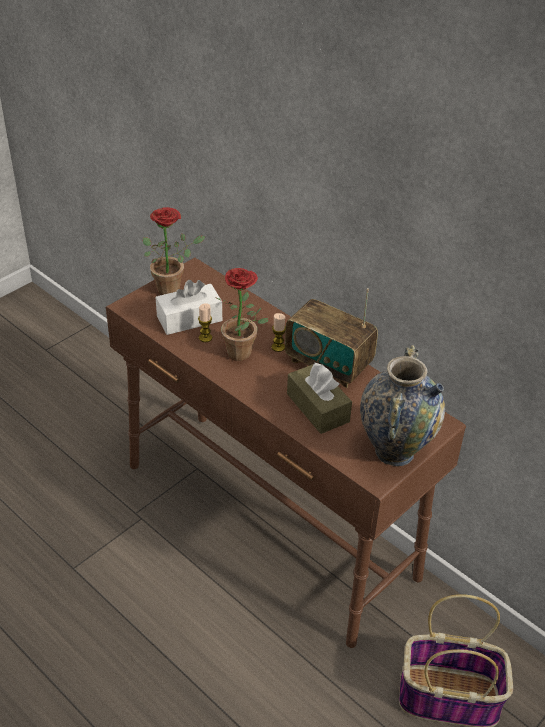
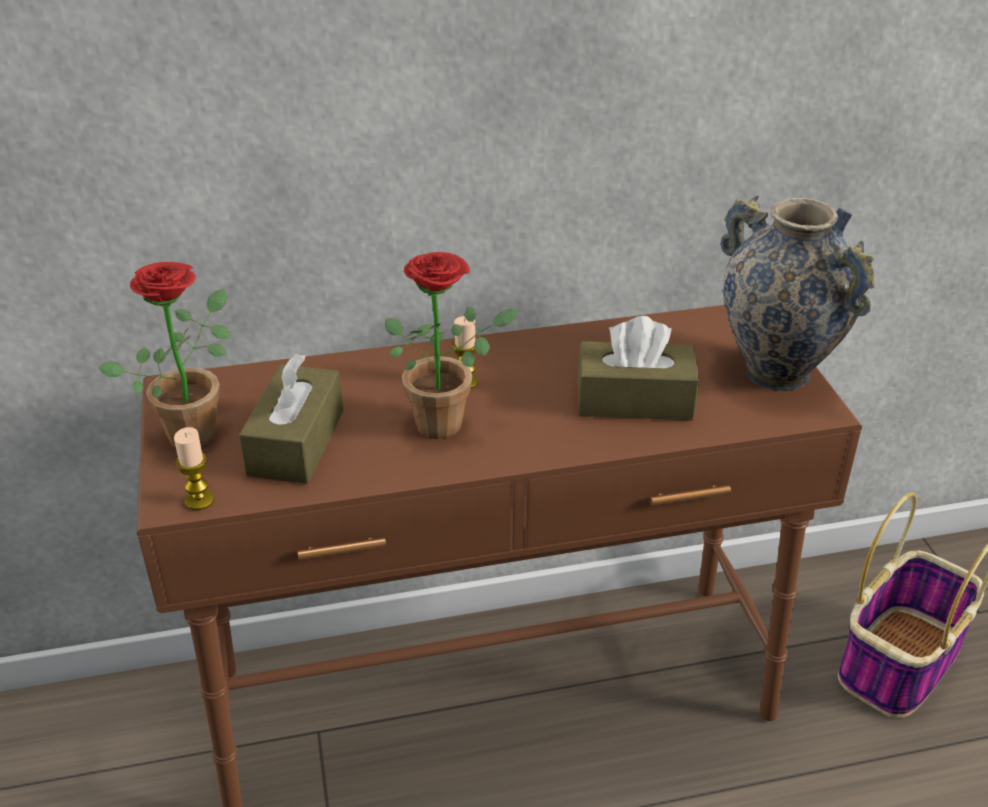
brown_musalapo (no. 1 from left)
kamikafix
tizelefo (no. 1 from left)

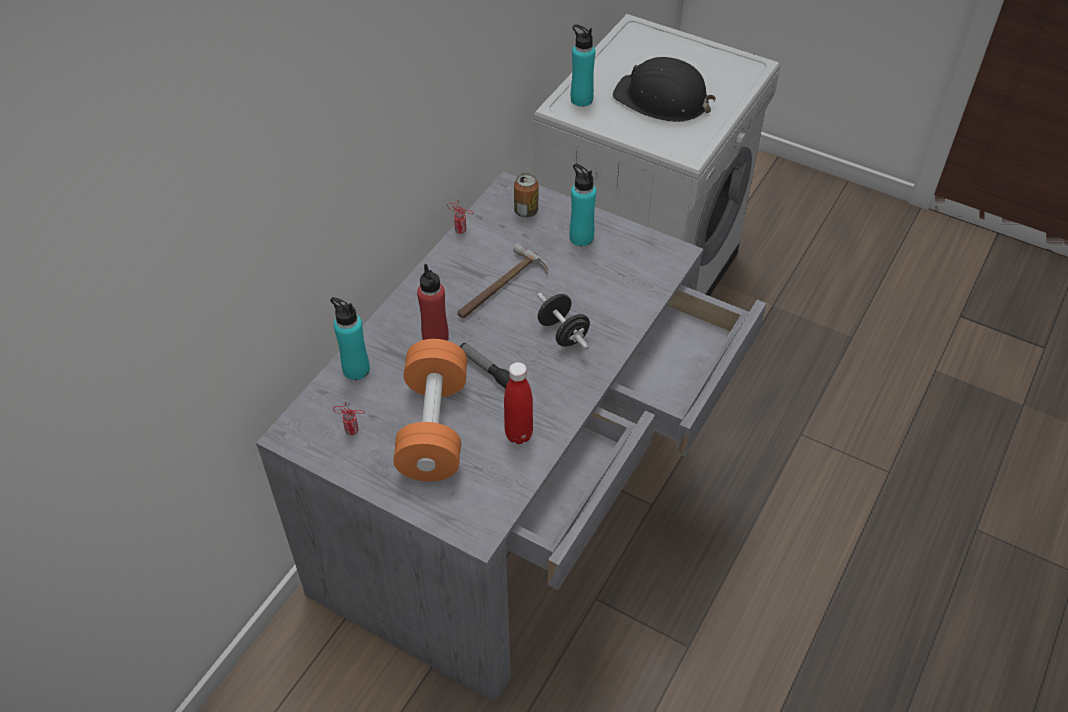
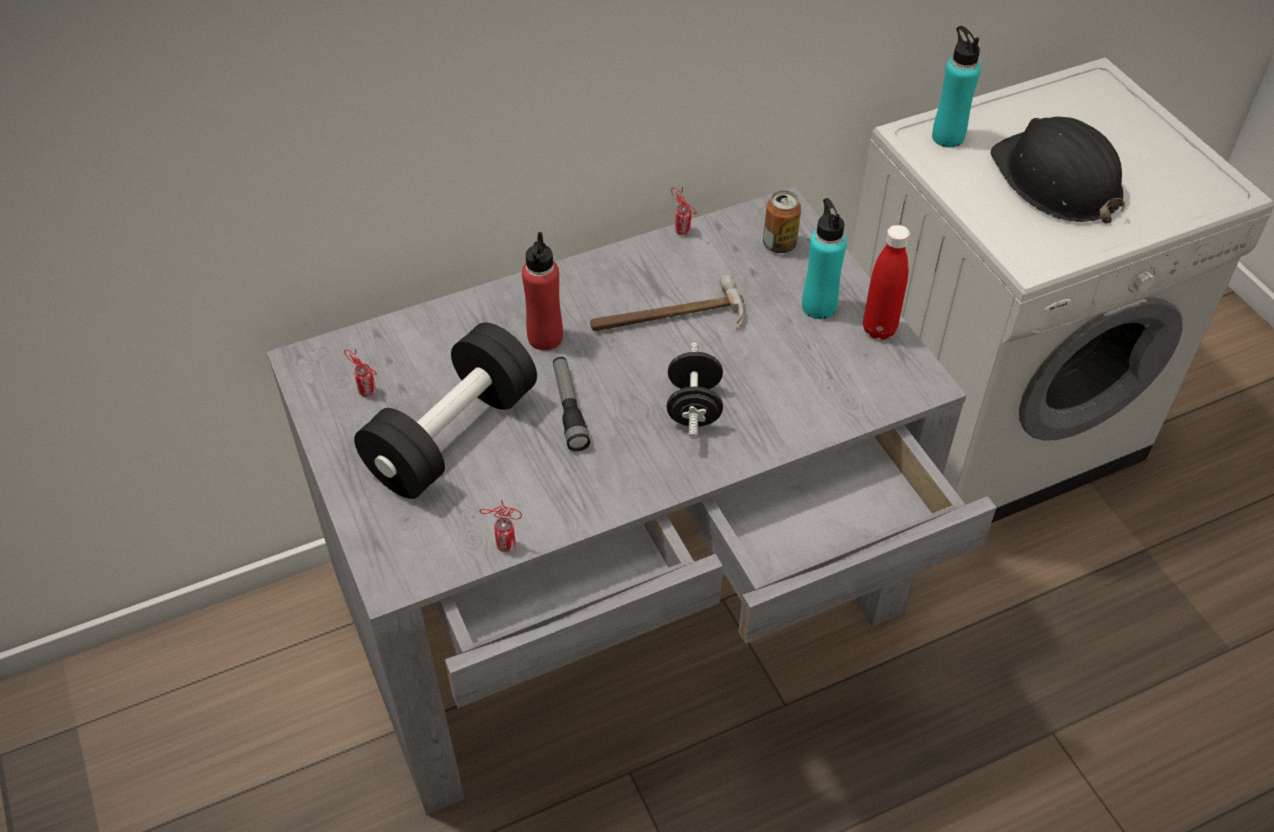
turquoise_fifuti (no. 1 from left in the first image)
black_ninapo (no. 1 from left)
red_fifuti (no. 2 from left)
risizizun (no. 2 from left)

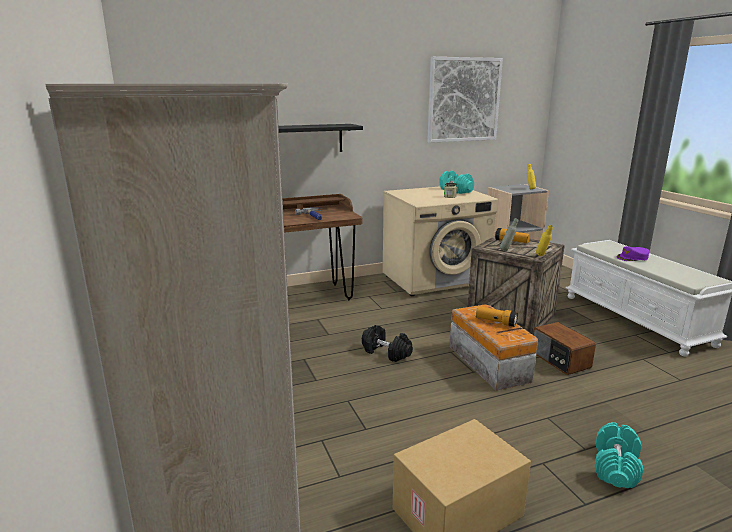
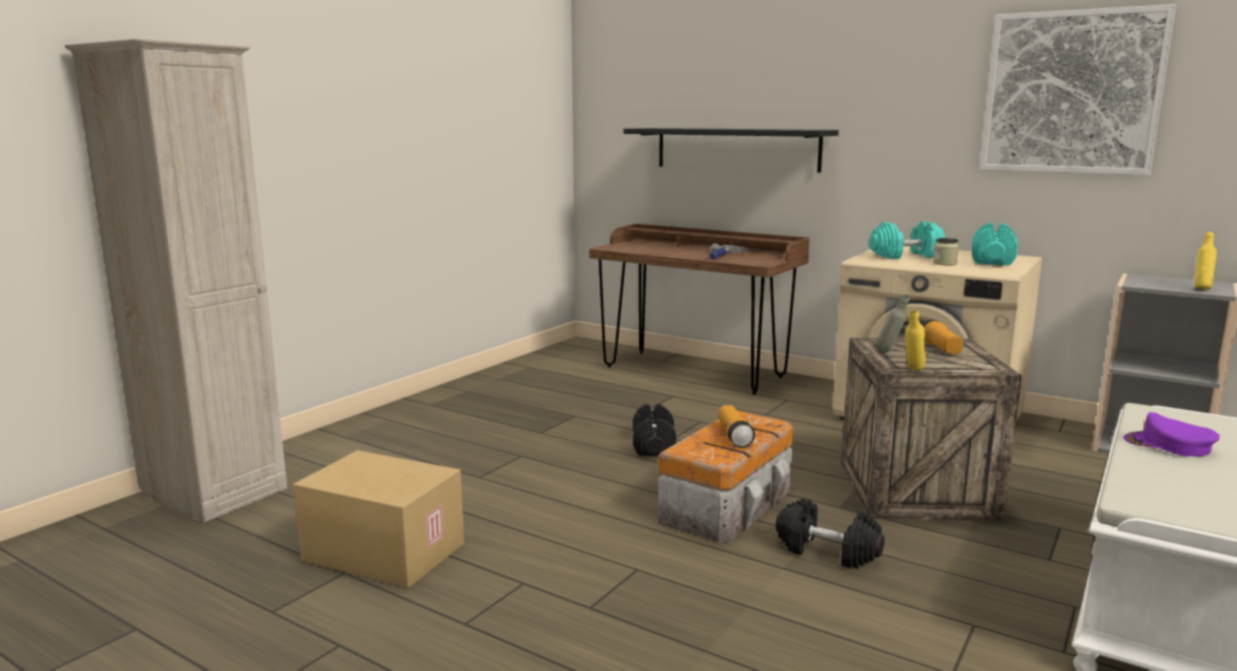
black_ninapo (no. 2 from left)
turquoise_ninapo (no. 1 from left)

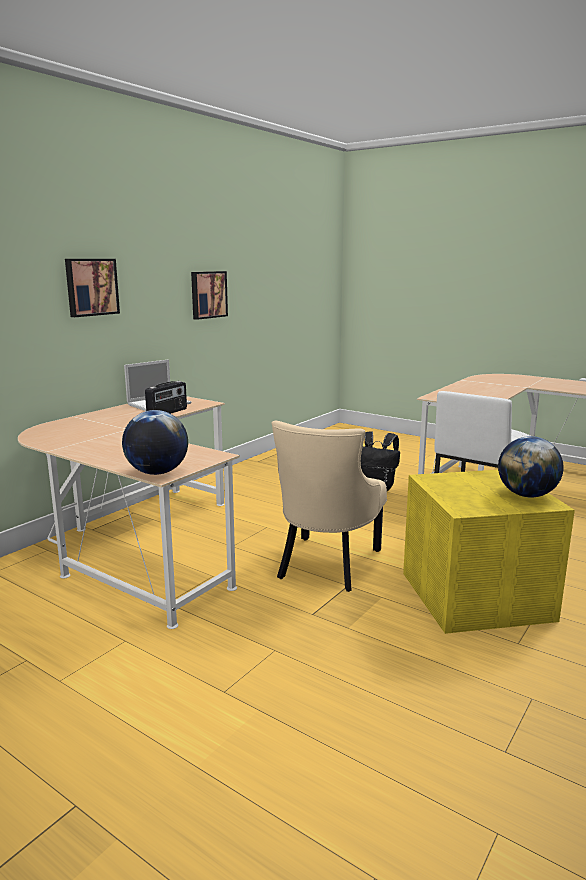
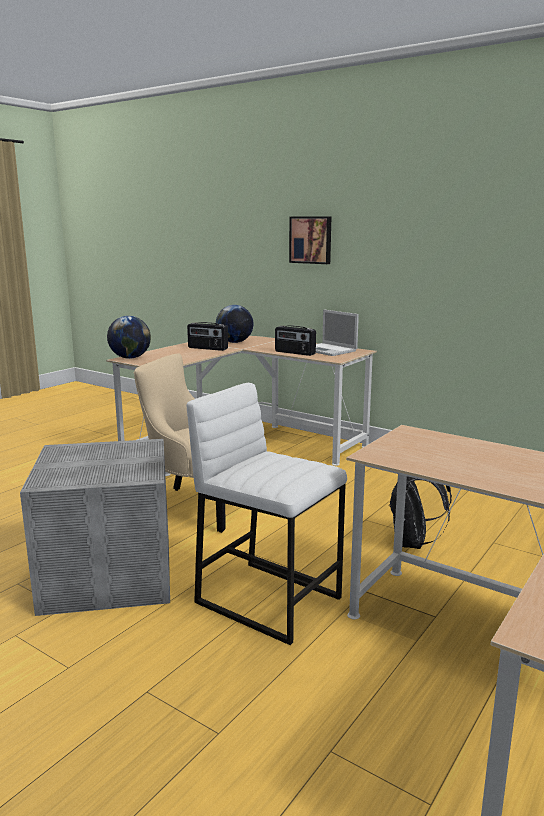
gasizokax (no. 2 from left in the first image)
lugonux (no. 2 from left)
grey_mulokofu
kamikafix (no. 1 from left)

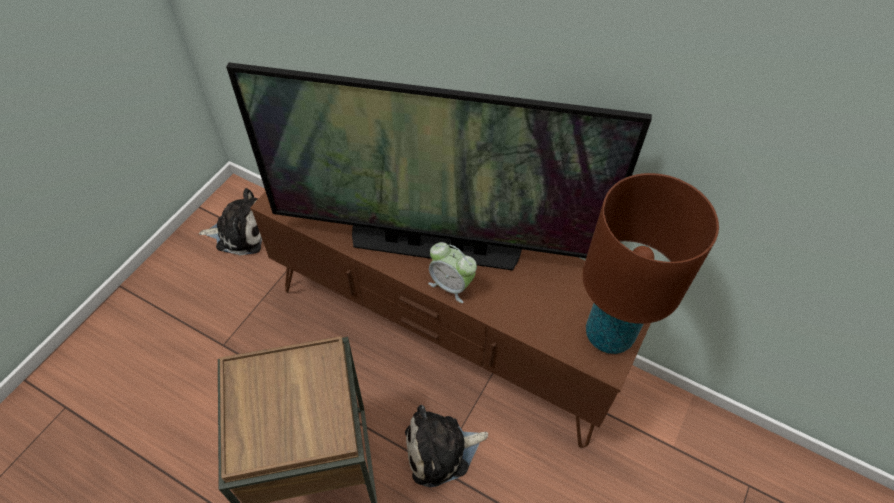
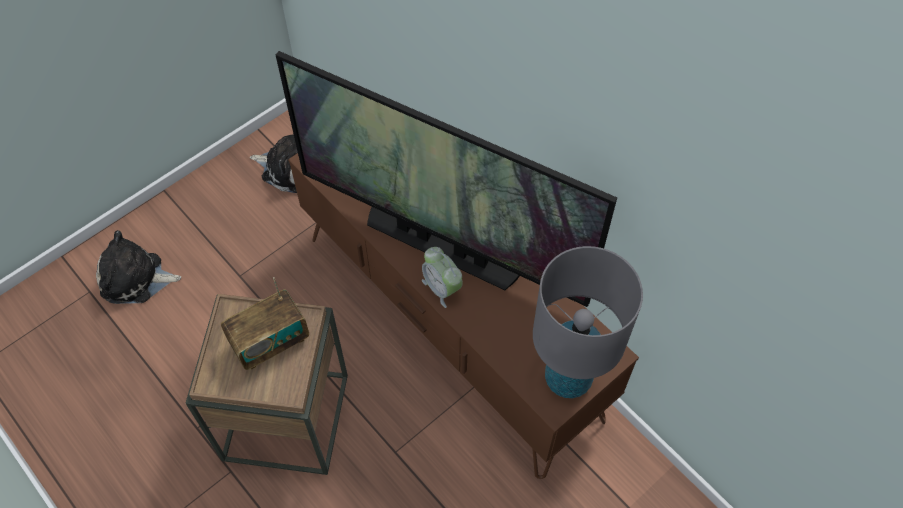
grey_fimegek
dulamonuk (no. 1 from left)
kamikafix

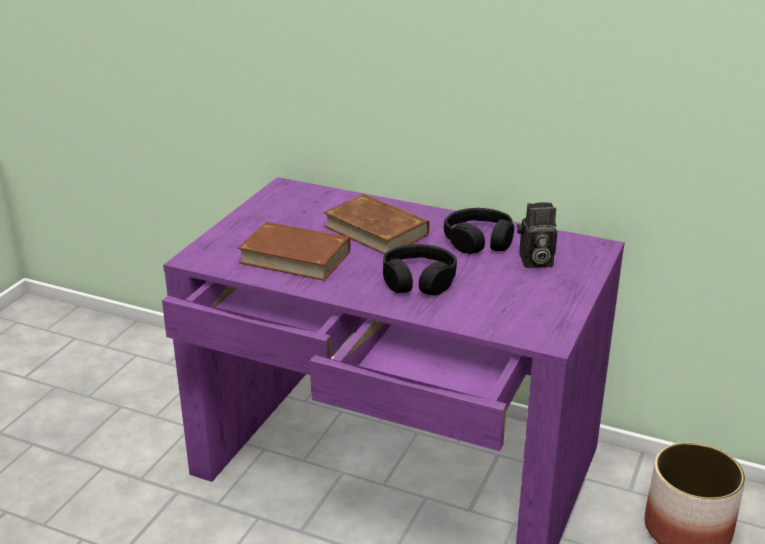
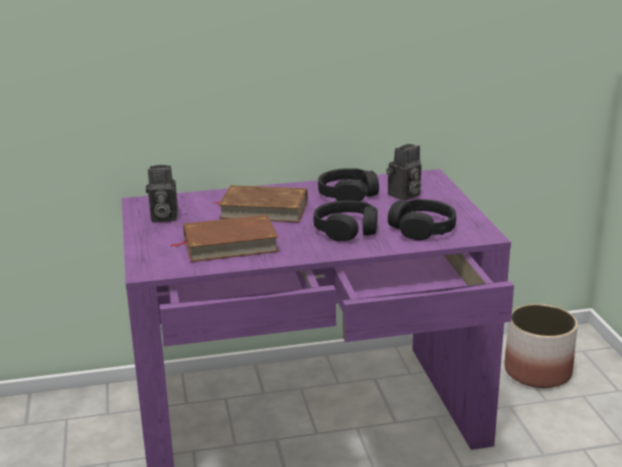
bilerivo (no. 1 from left)
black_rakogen (no. 3 from left)

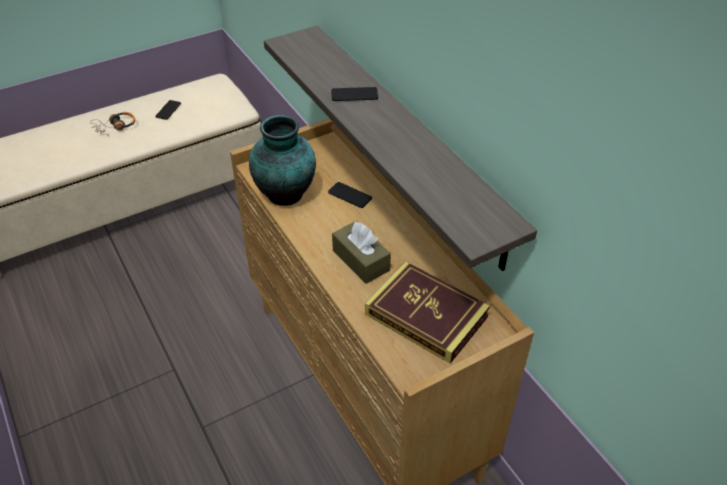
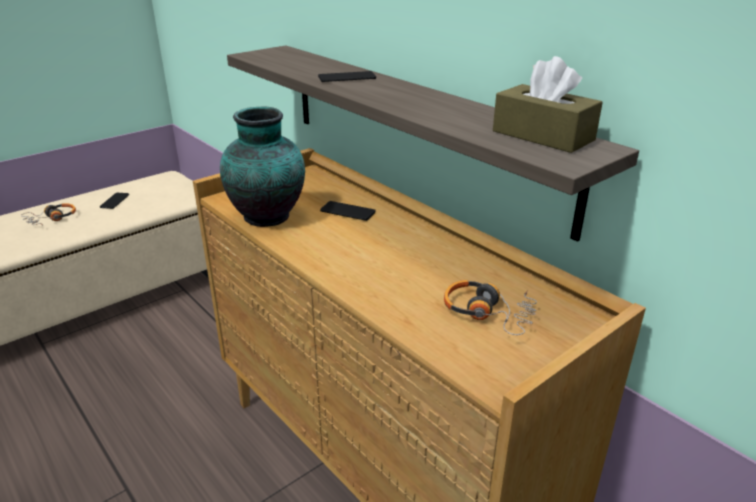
brown_musalapo
rakogen (no. 2 from left)

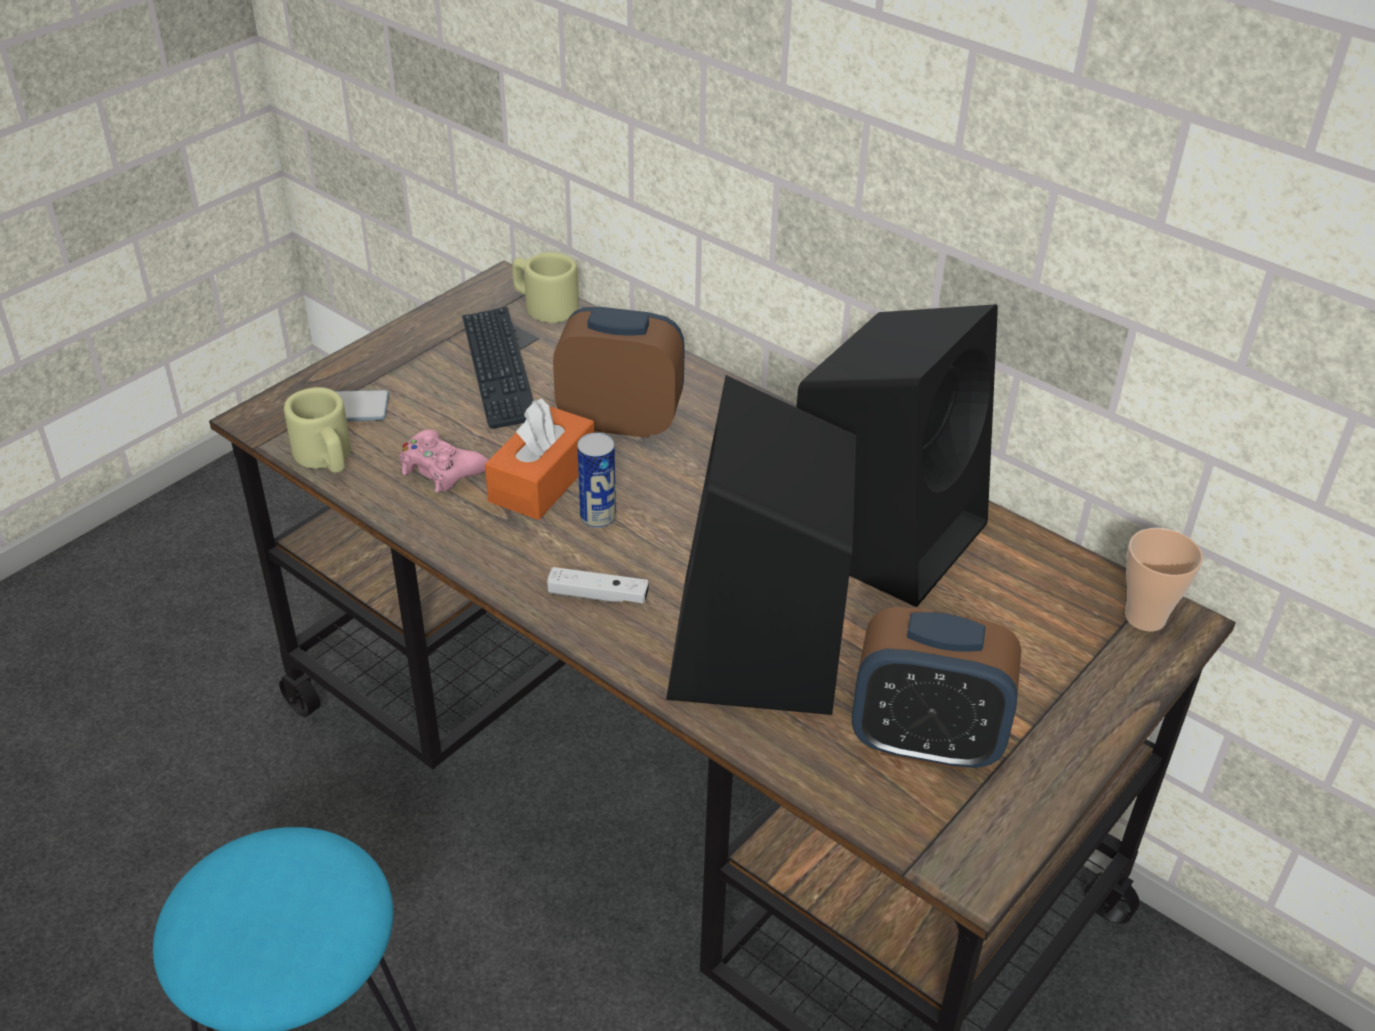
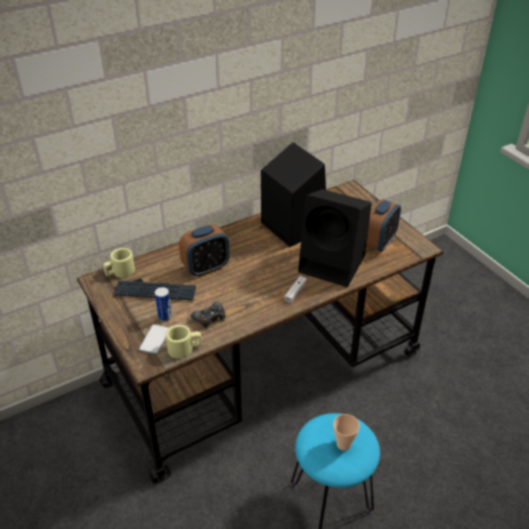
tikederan (no. 1 from left)
orange_musalapo
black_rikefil
risizizun
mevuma

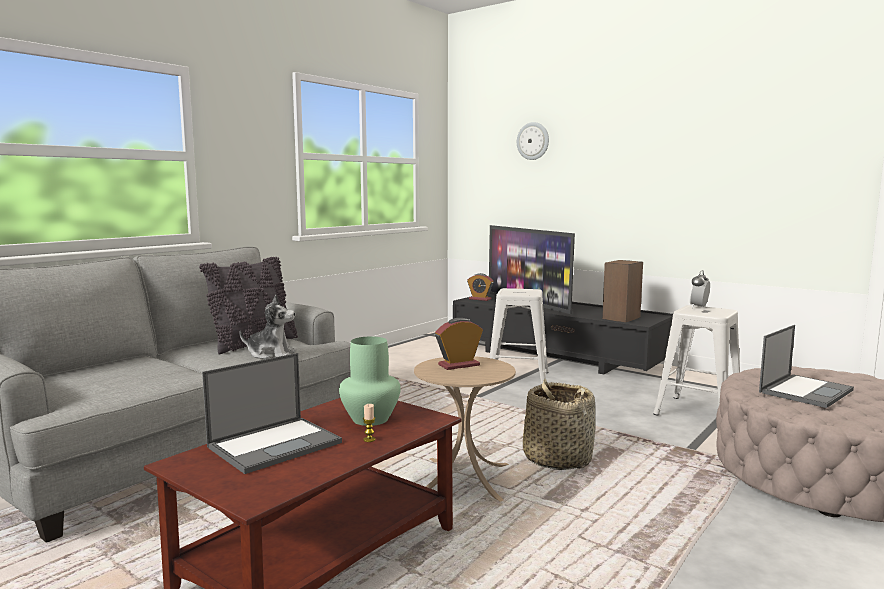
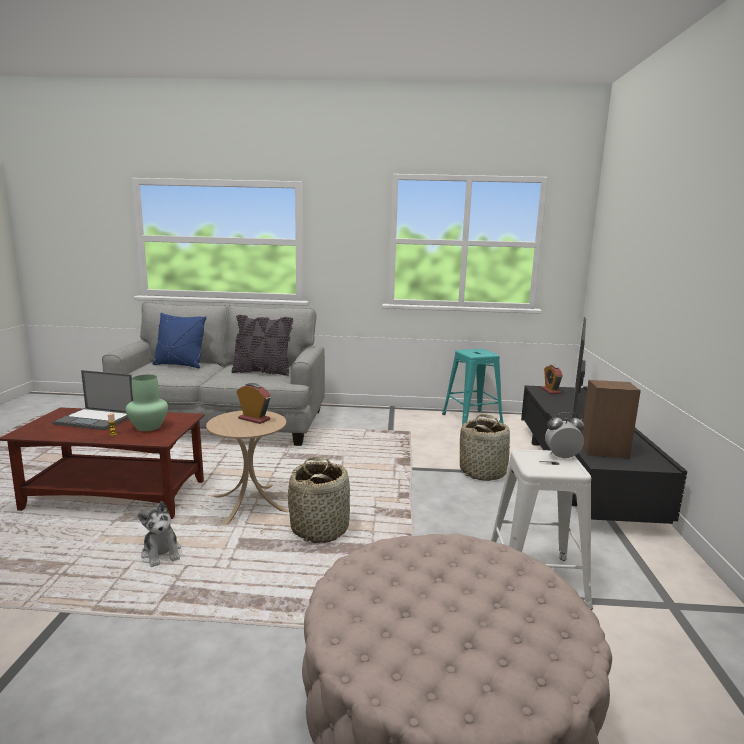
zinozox
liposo (no. 2 from left)
dulamonuk
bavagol (no. 2 from left in the first image)
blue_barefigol
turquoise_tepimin

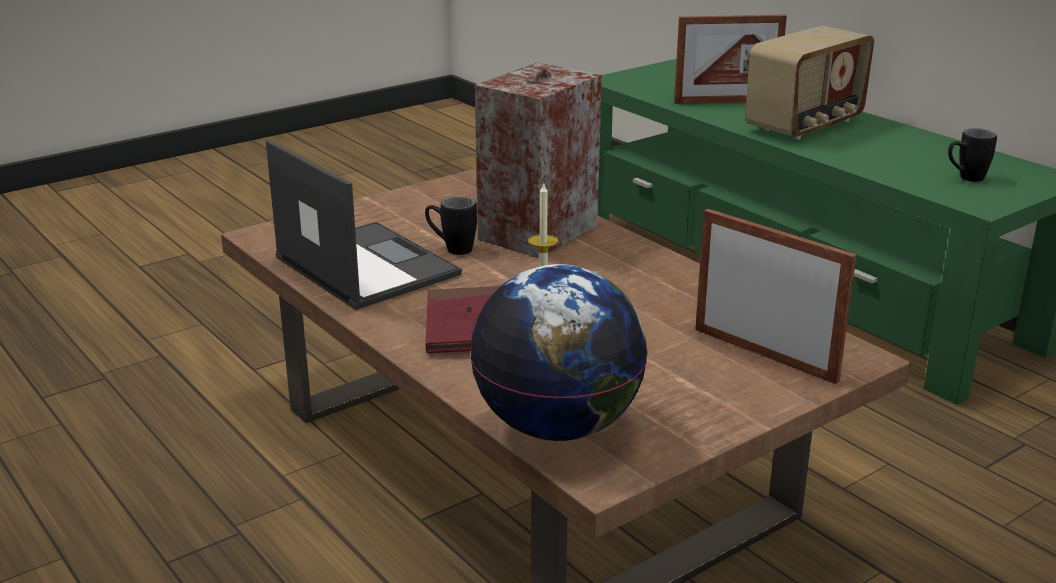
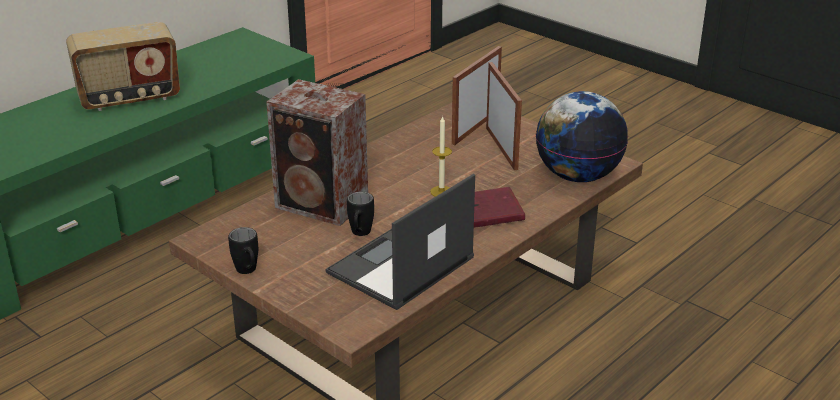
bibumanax (no. 2 from left)
kamikafix
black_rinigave (no. 1 from left)

